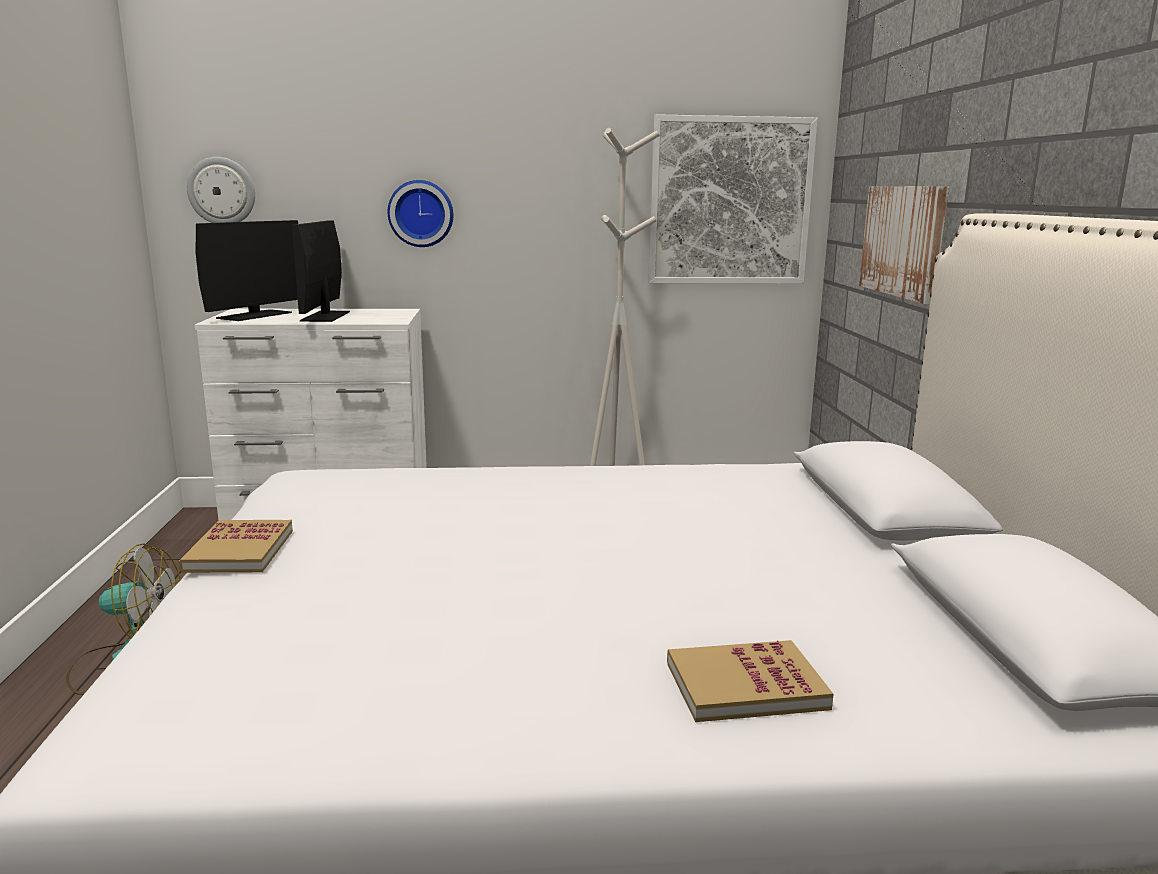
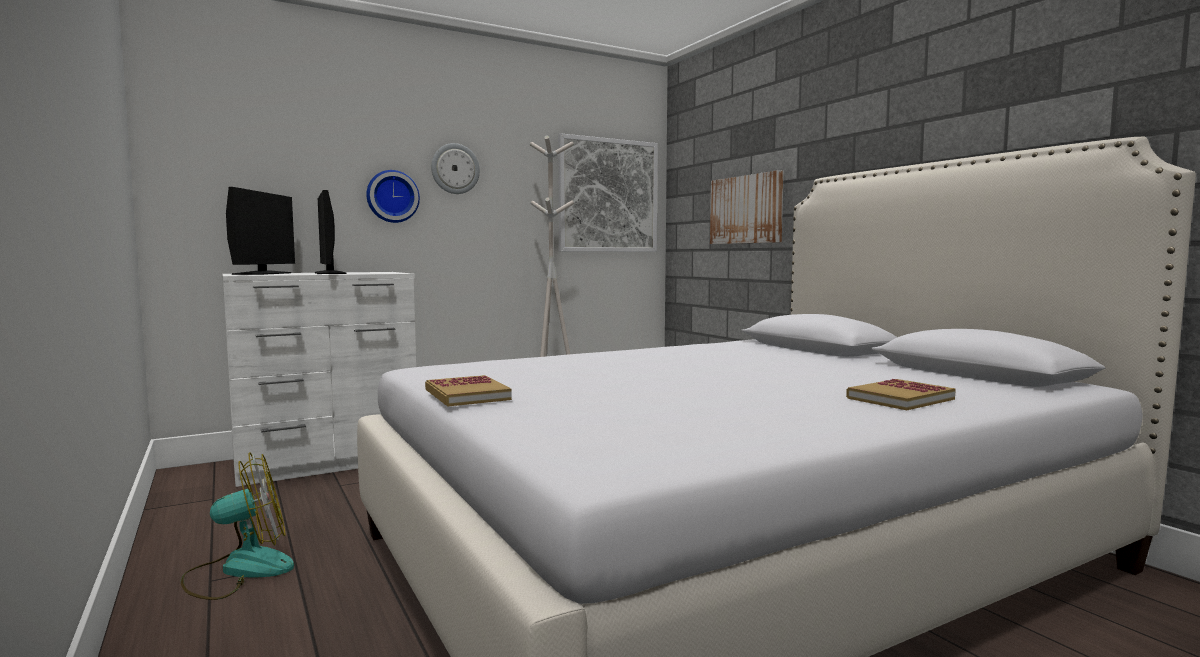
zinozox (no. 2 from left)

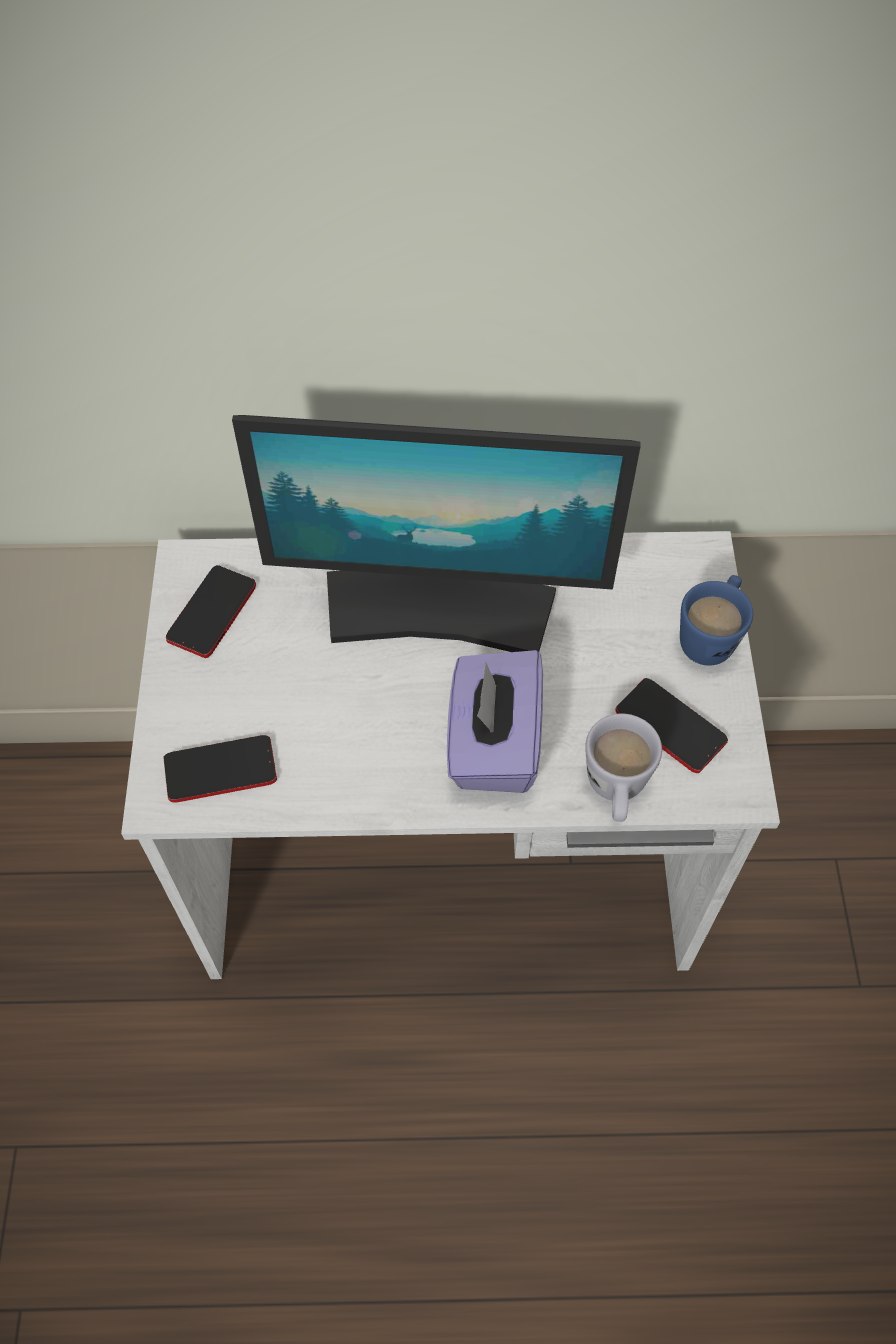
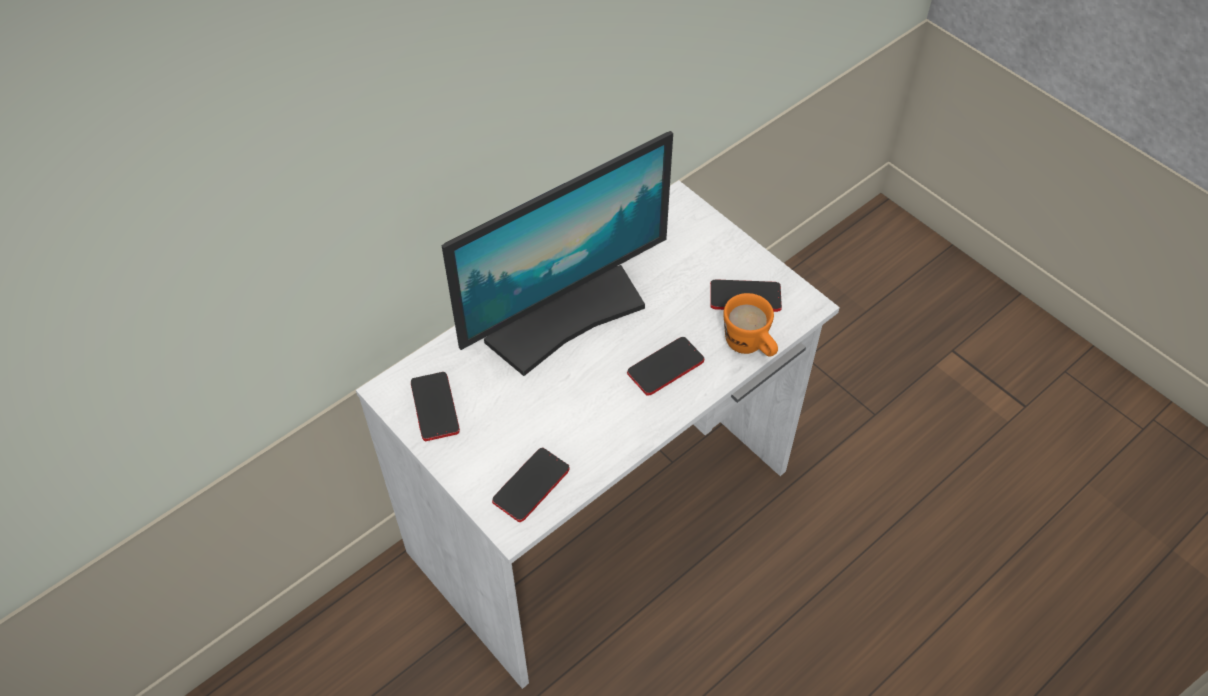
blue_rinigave
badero (no. 3 from left)
orange_rinigave

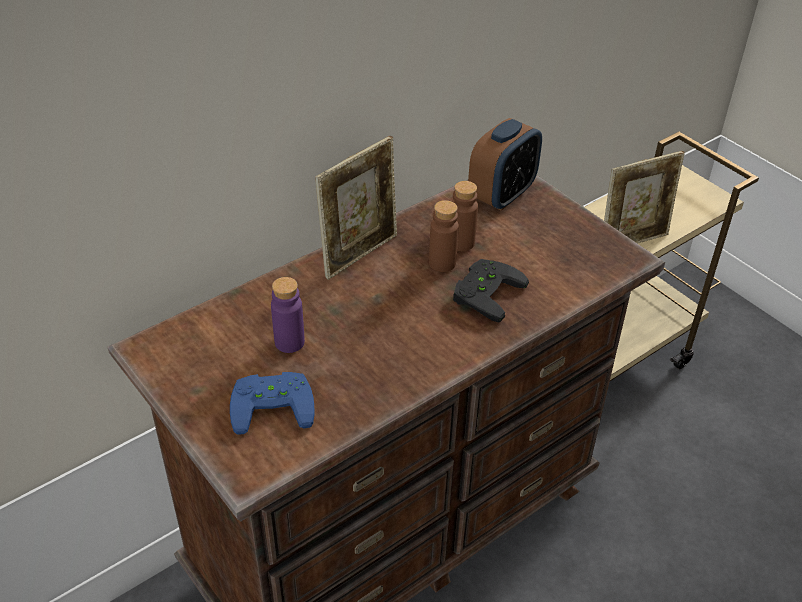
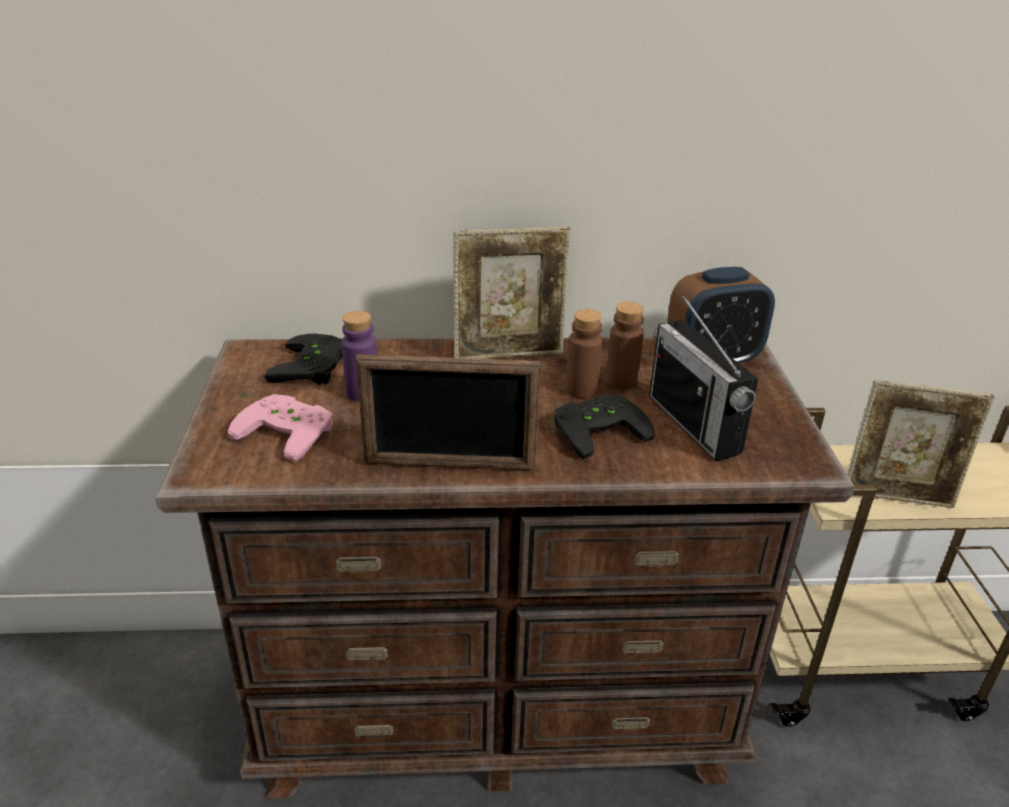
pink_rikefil
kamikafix
black_rikefil (no. 1 from left)
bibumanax (no. 1 from left)

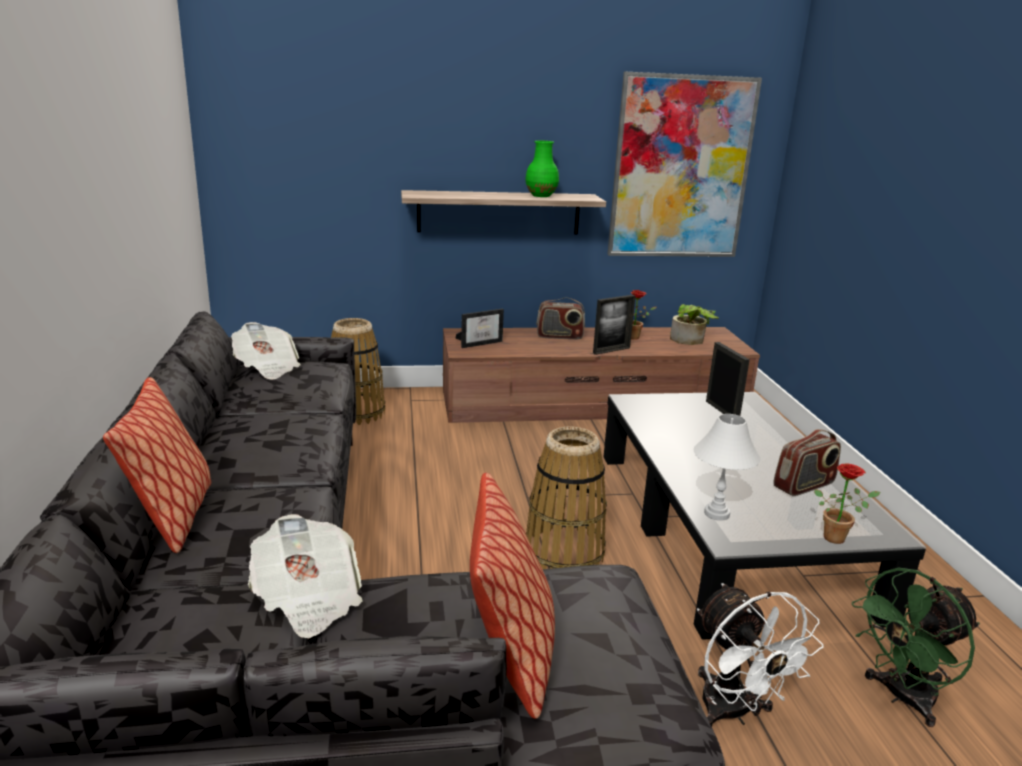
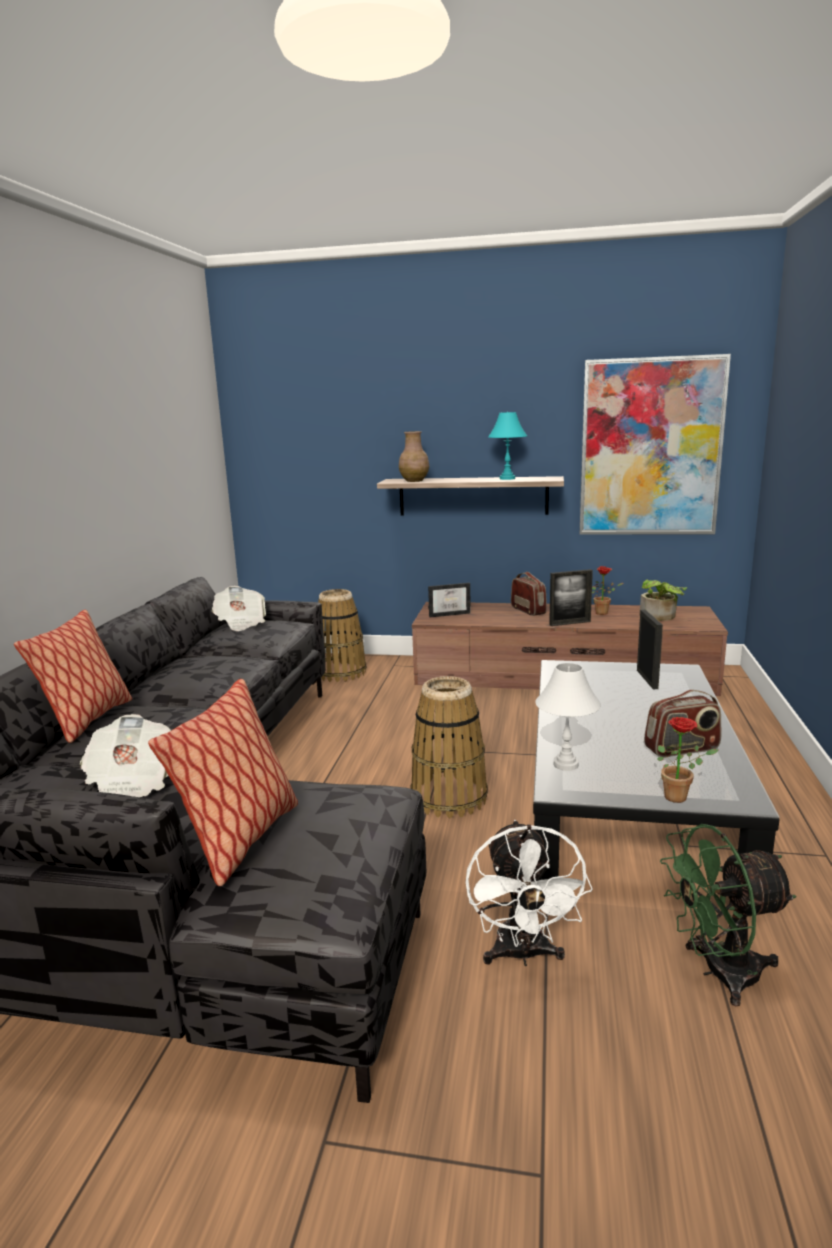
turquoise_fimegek
kamikafix (no. 1 from left)
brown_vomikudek

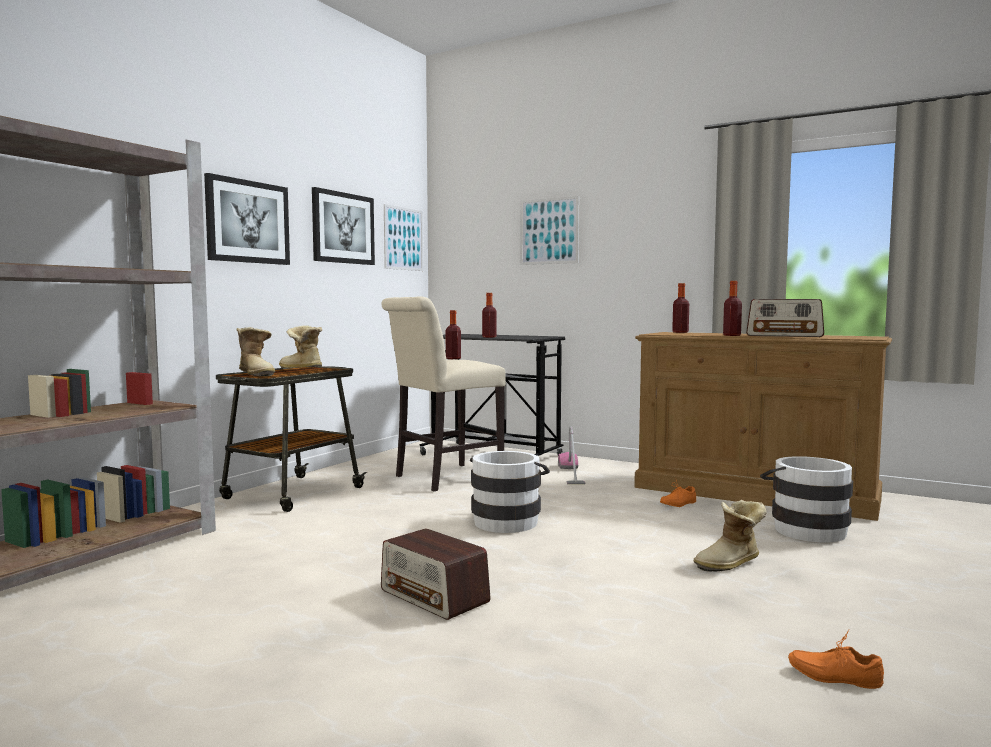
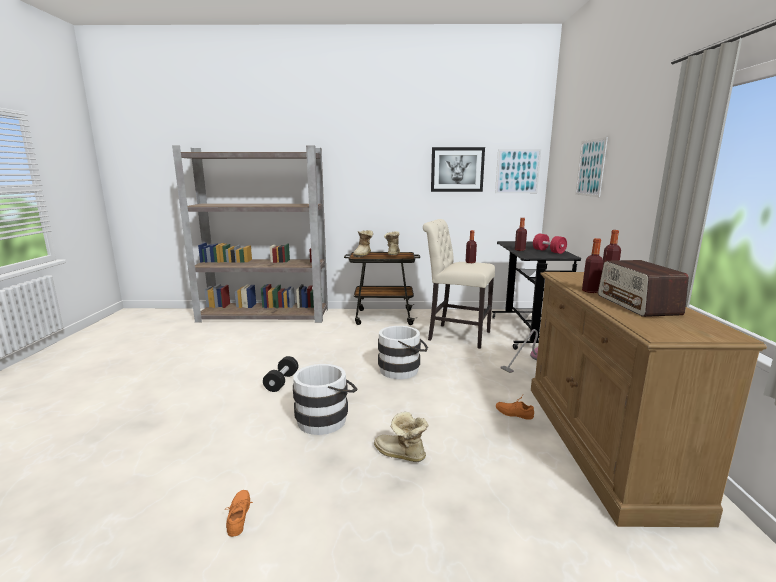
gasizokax (no. 1 from left in the first image)
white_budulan (no. 1 from left)
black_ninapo
red_ninapo

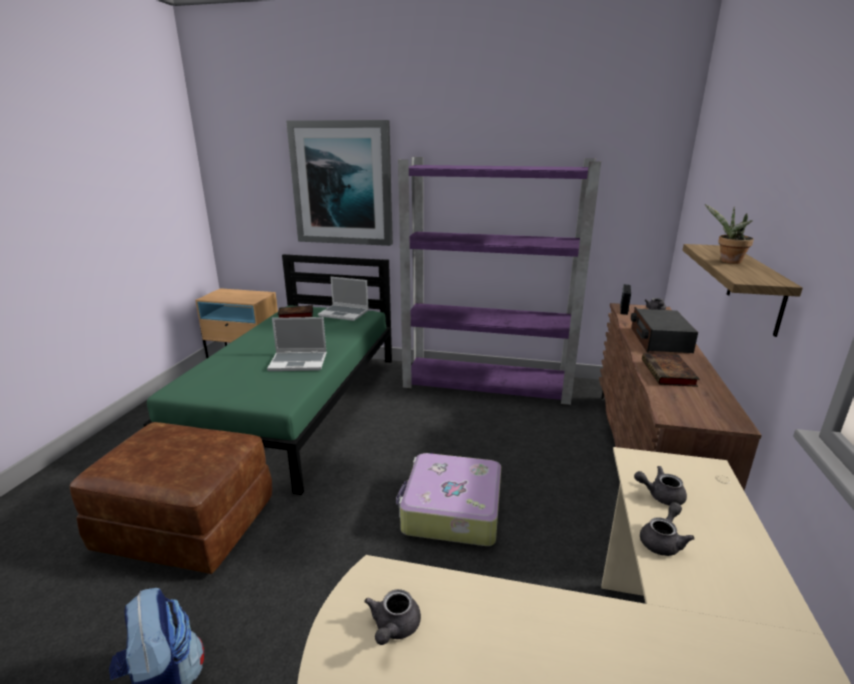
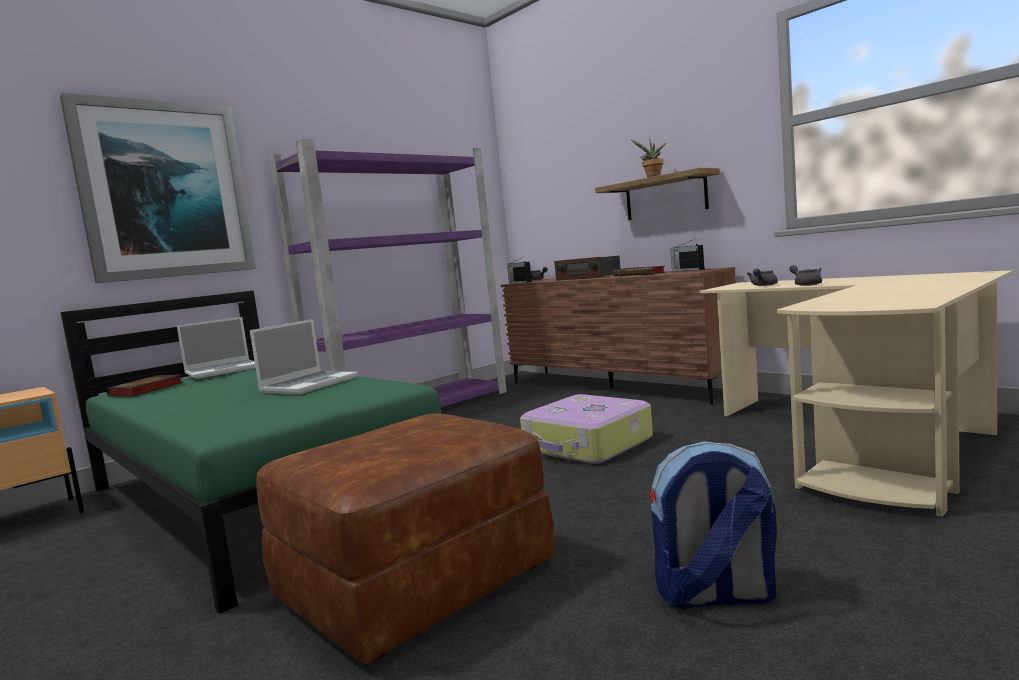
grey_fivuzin (no. 1 from left in the first image)
kamikafix (no. 3 from left)

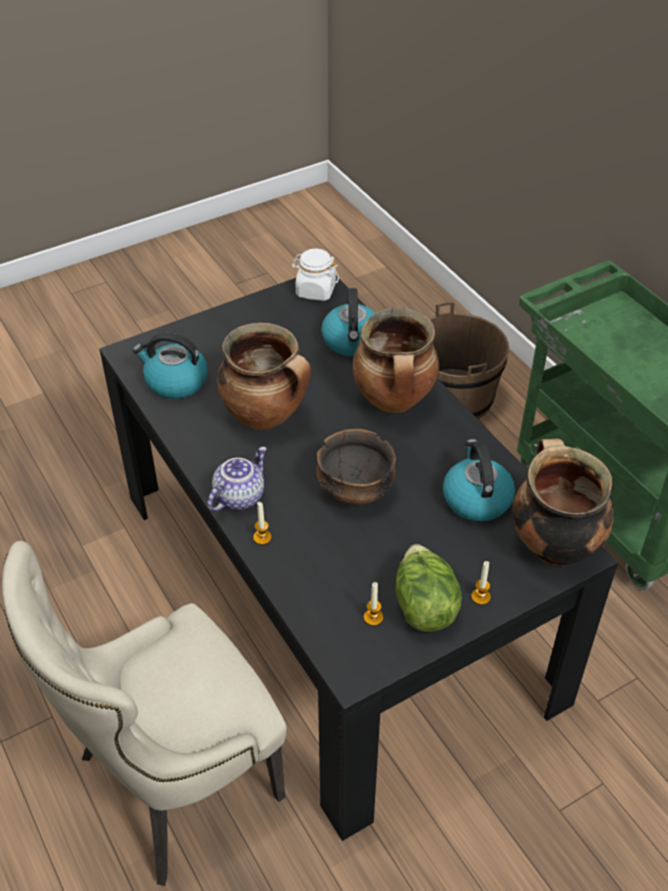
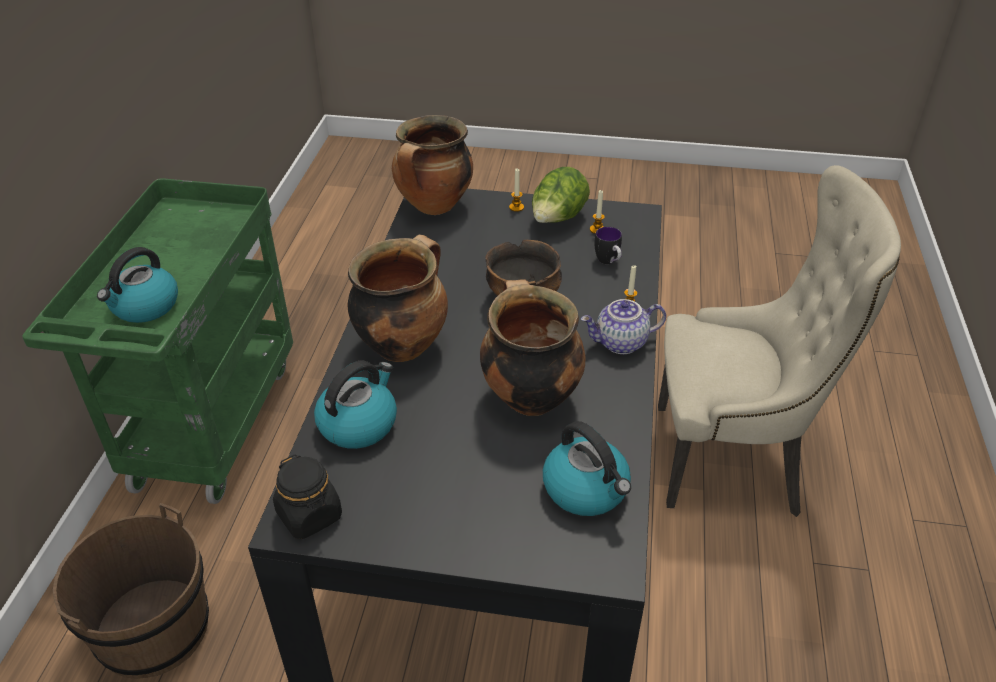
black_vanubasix
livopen (no. 1 from left)
rinigave

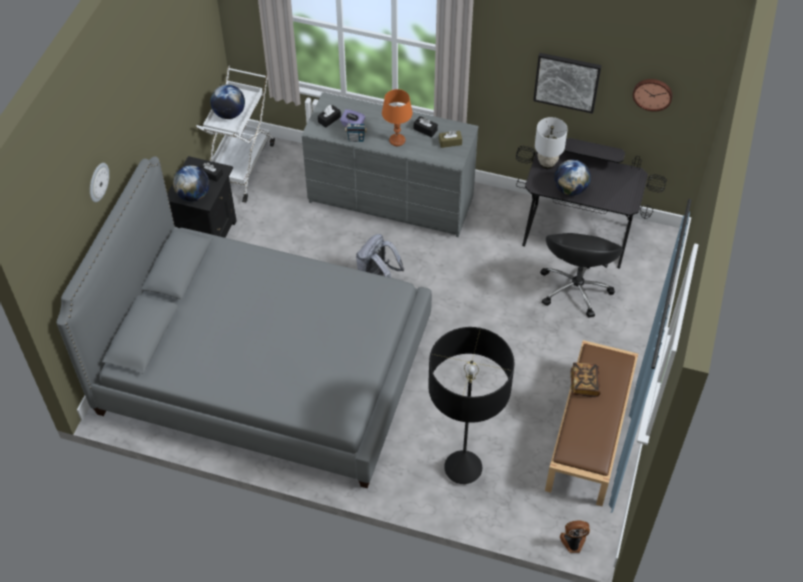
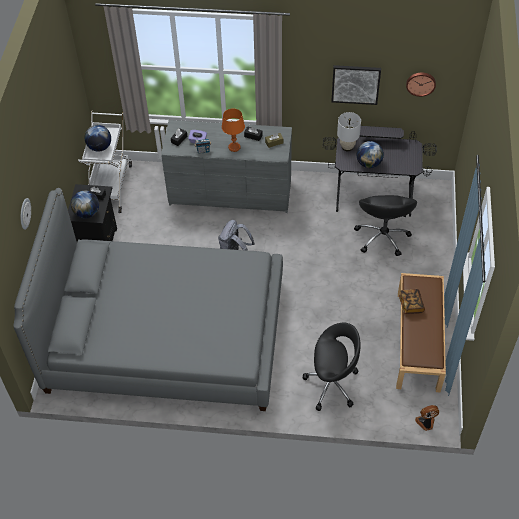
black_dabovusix (no. 1 from left)

